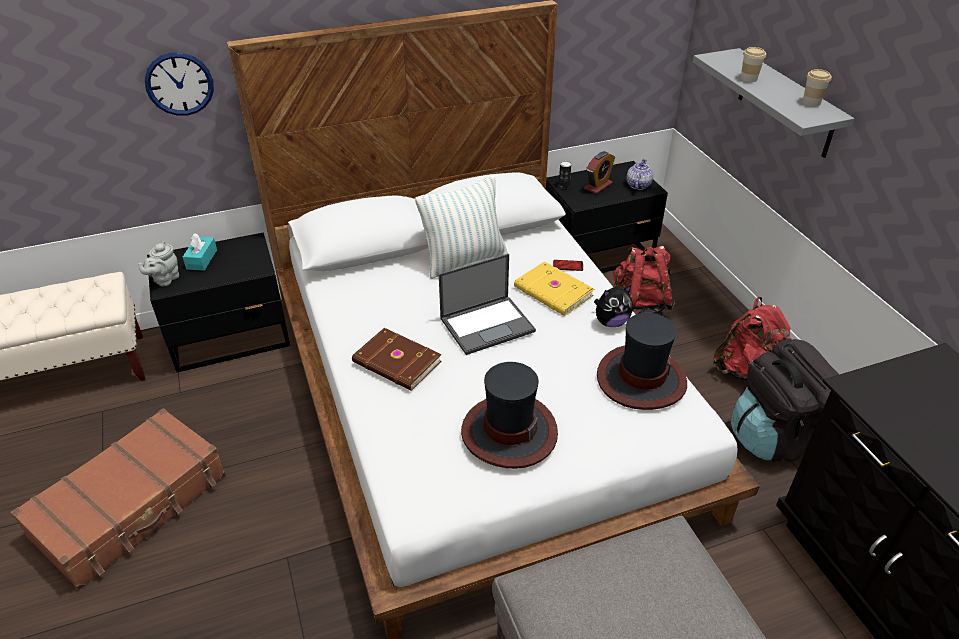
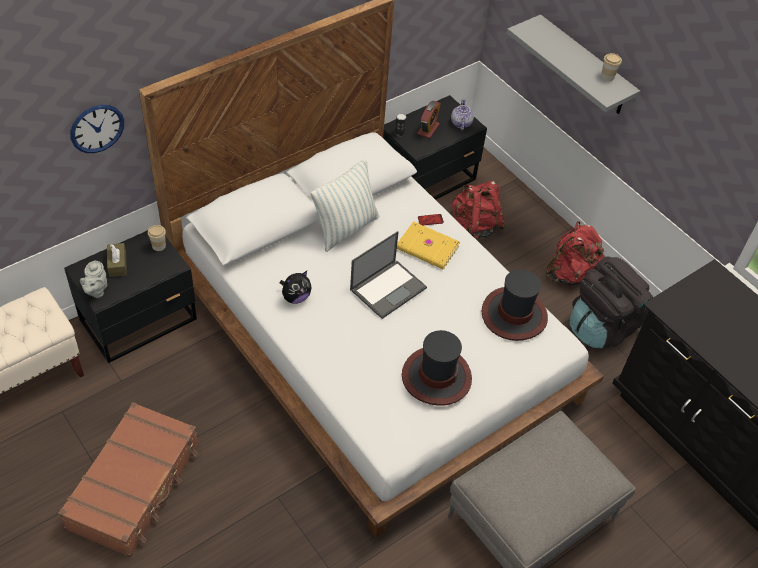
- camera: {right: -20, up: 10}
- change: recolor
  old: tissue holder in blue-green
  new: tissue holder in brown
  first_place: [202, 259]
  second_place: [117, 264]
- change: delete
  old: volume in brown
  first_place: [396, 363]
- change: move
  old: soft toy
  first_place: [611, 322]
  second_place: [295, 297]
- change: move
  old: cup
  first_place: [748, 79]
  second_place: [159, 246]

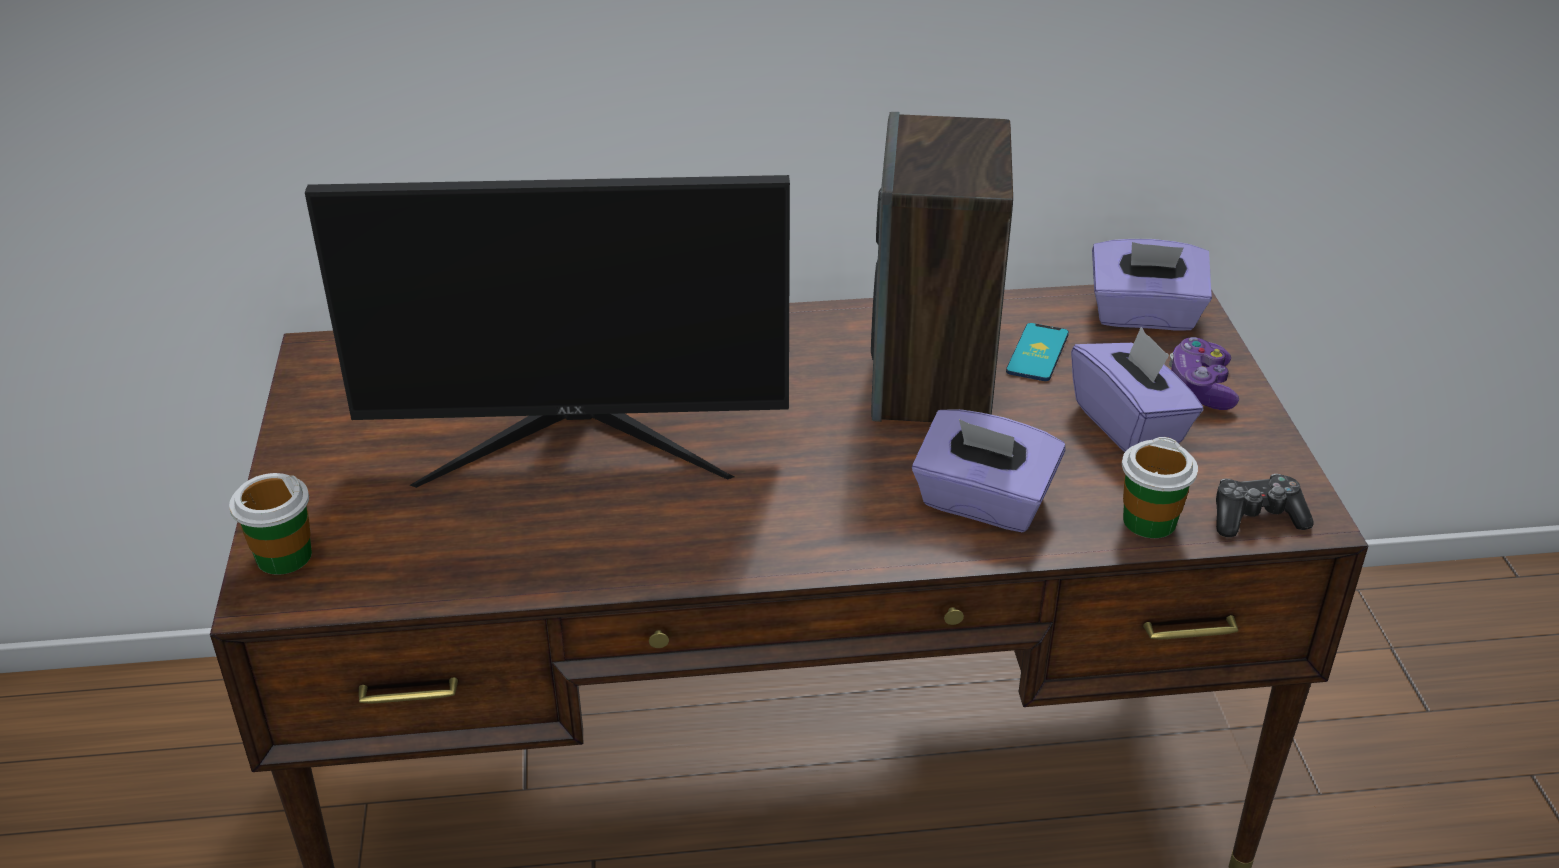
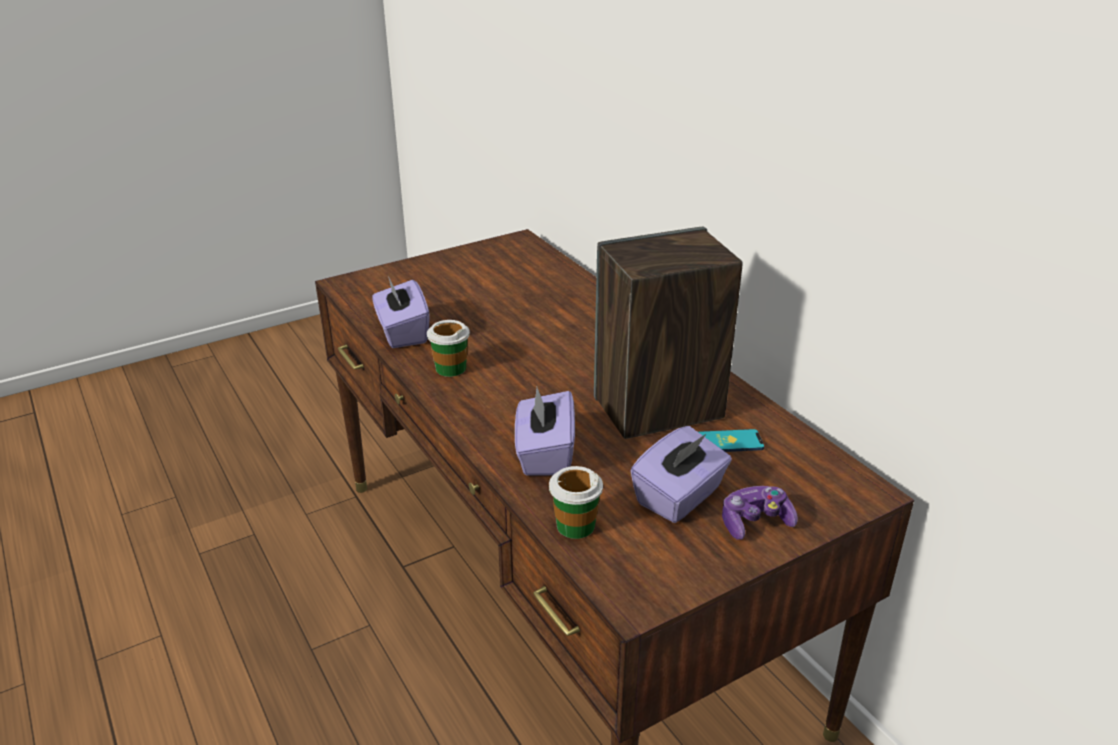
- camera: {right: 65, up: -5}
- change: move
  old: cup
  first_place: [283, 556]
  second_place: [450, 368]
- change: delete
  old: computer display
  first_place: [577, 439]
- change: move
  old: tissue holder in purple-coloured
  first_place: [1144, 315]
  second_place: [402, 333]
- change: delete
  old: game controller
  first_place: [1256, 517]

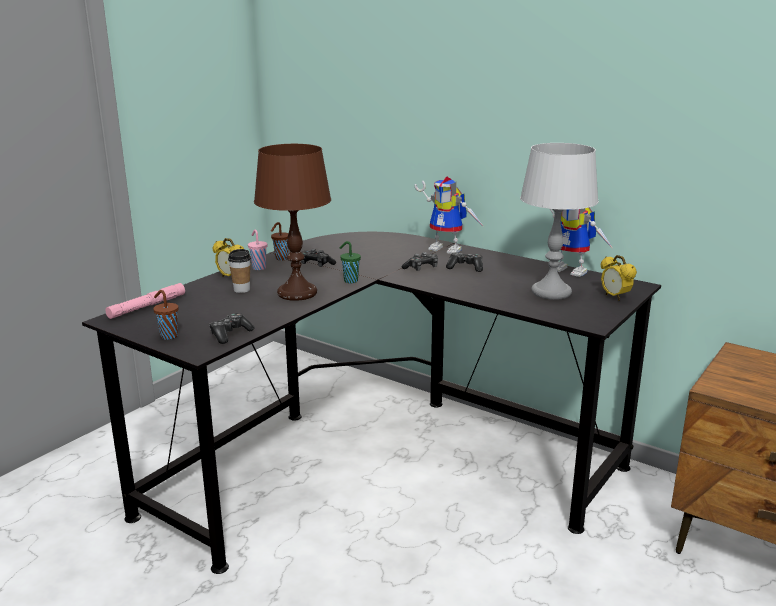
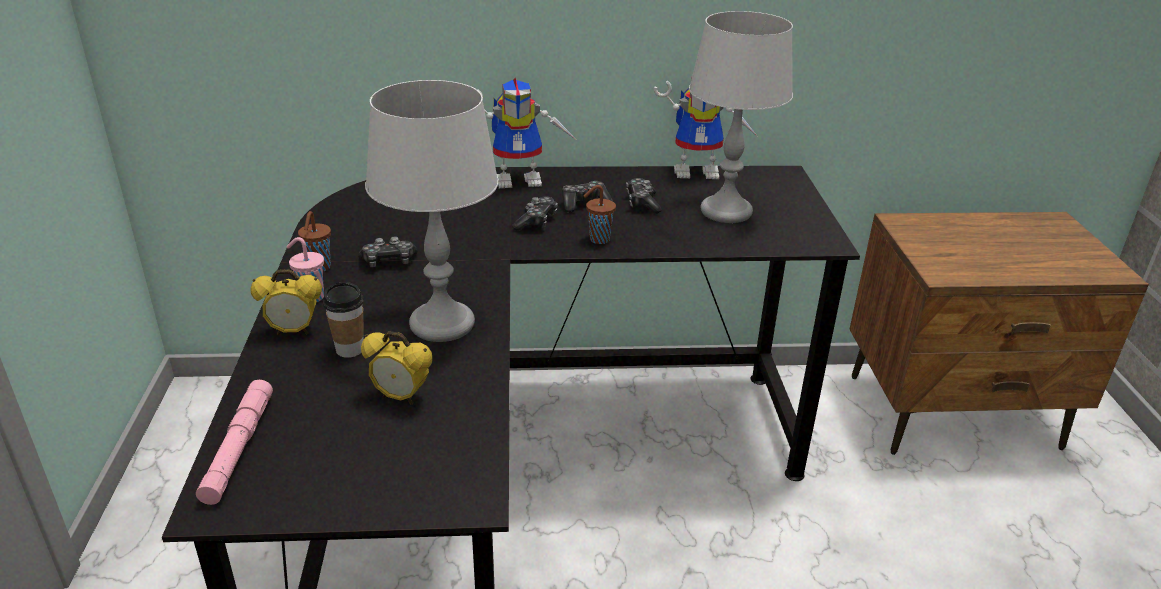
- camera: {right: -40, up: 10}
- change: move
  old: cup in brown
  first_place: [168, 336]
  second_place: [598, 239]
- change: move
  old: game controller
  first_place: [230, 334]
  second_place: [642, 203]
- change: recolor
  old: tabletop lamp in brown
  new: tabletop lamp in grey
  first_place: [296, 293]
  second_place: [442, 324]
- change: delete
  old: cup in greenish
  first_place: [350, 281]
- change: move
  old: alarm clock
  first_place: [615, 297]
  second_place: [401, 397]

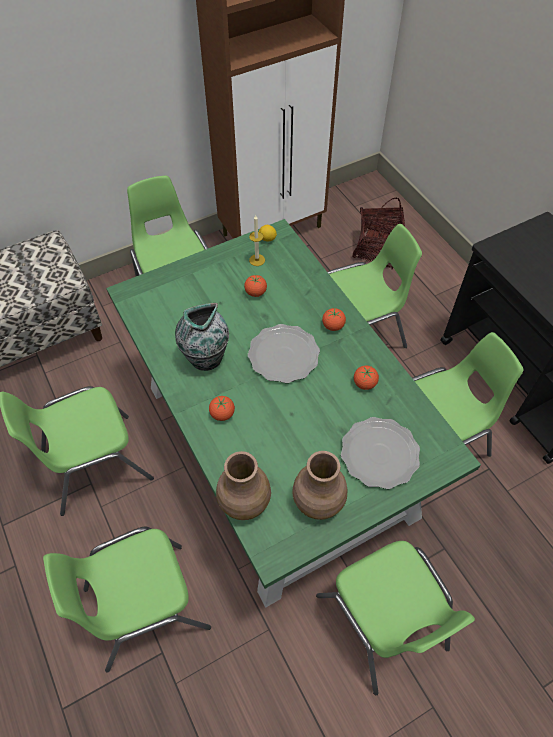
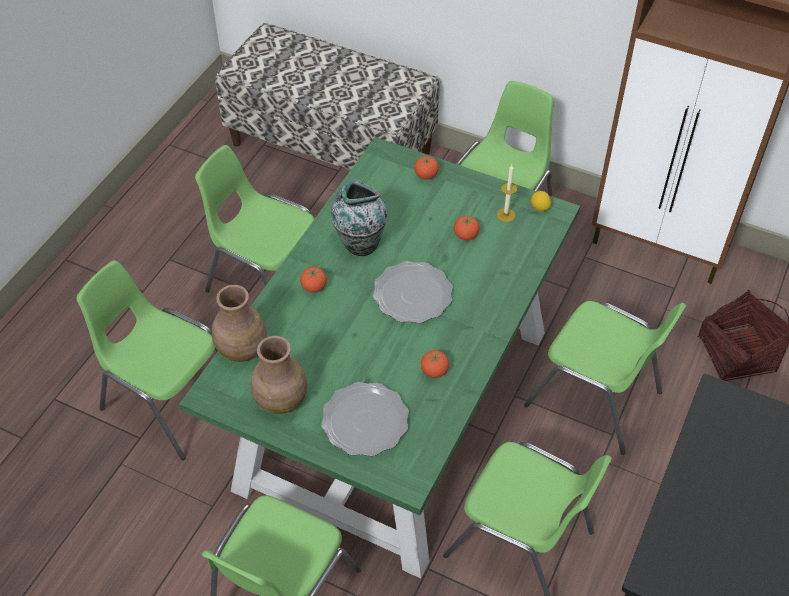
- camera: {right: 55, up: -5}
- change: move
  old: whole tomato
  first_place: [333, 326]
  second_place: [426, 175]

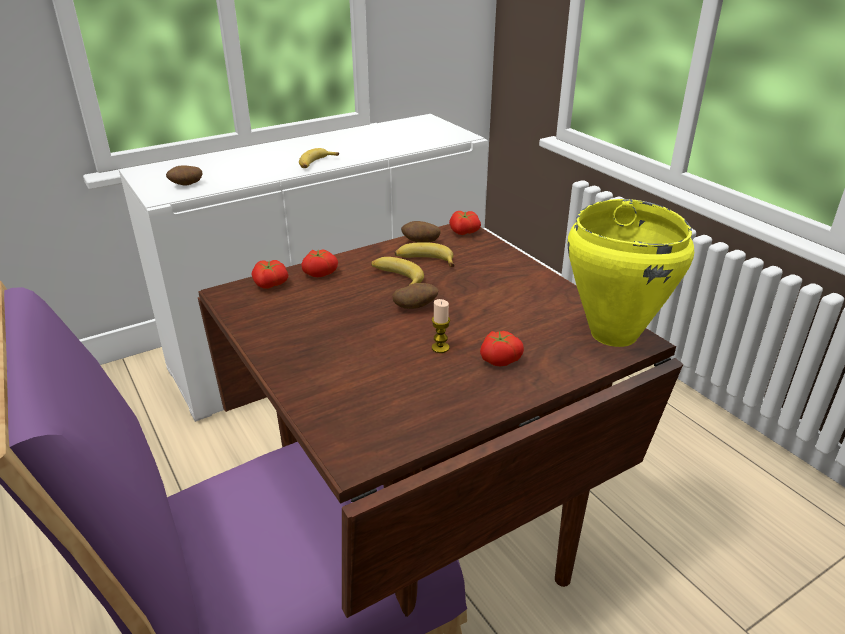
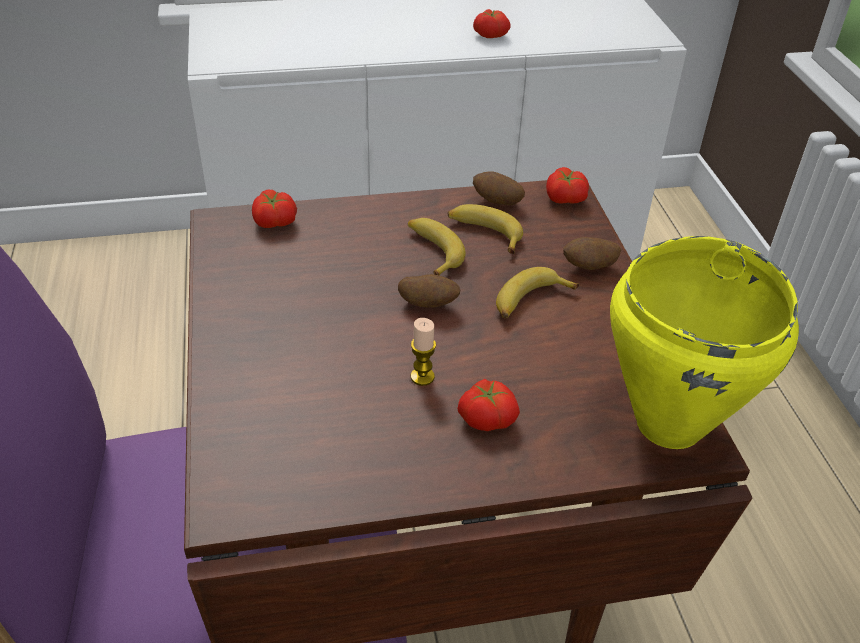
- camera: {right: 20, up: 10}
- change: move
  old: whole potato
  first_place: [186, 185]
  second_place: [589, 267]
- change: move
  old: banana fruit
  first_place: [316, 163]
  second_place: [530, 301]
- change: move
  old: whole tomato
  first_place: [319, 273]
  second_place: [490, 34]

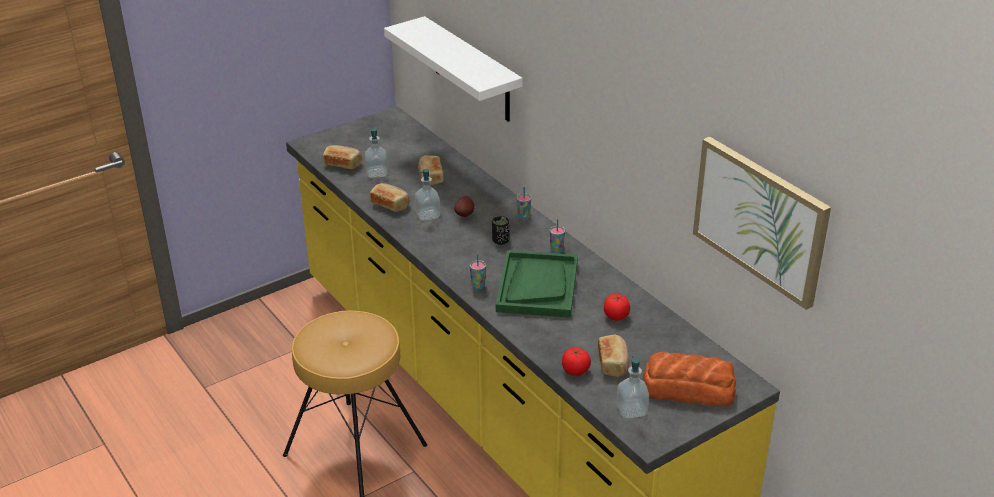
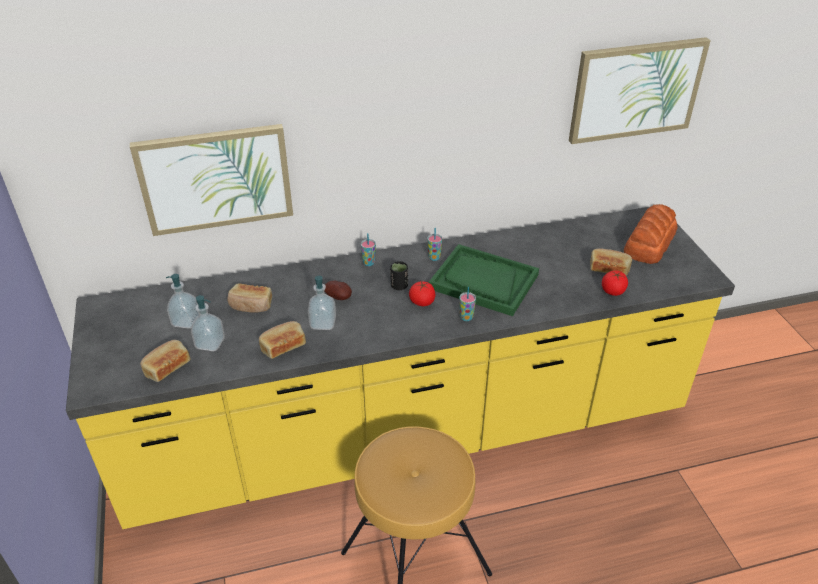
- camera: {right: -70, up: 5}
- change: replace
  old: wall shelf in whitish
  new: picture
  first_place: [471, 70]
  second_place: [215, 178]
- change: move
  old: whole tomato
  first_place: [616, 316]
  second_place: [422, 302]
- change: move
  old: liquid soap bottle
  first_place: [631, 410]
  second_place: [186, 321]

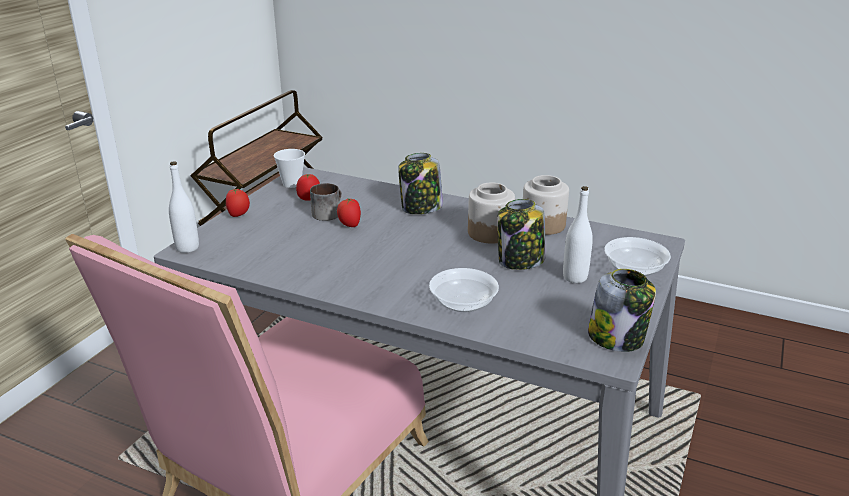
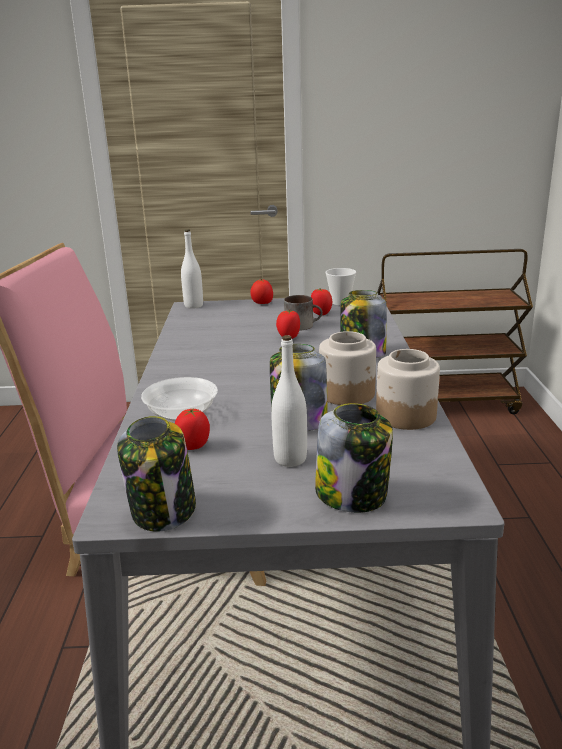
- camera: {right: 65, up: -5}
- change: replace
  old: bowl
  new: jar
  first_place: [634, 269]
  second_place: [353, 495]
- change: insert
  new: whole tomato
  second_place: [193, 446]

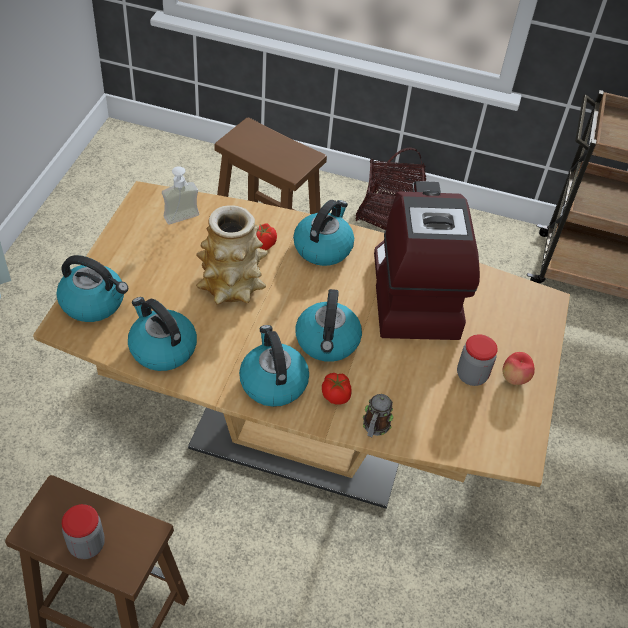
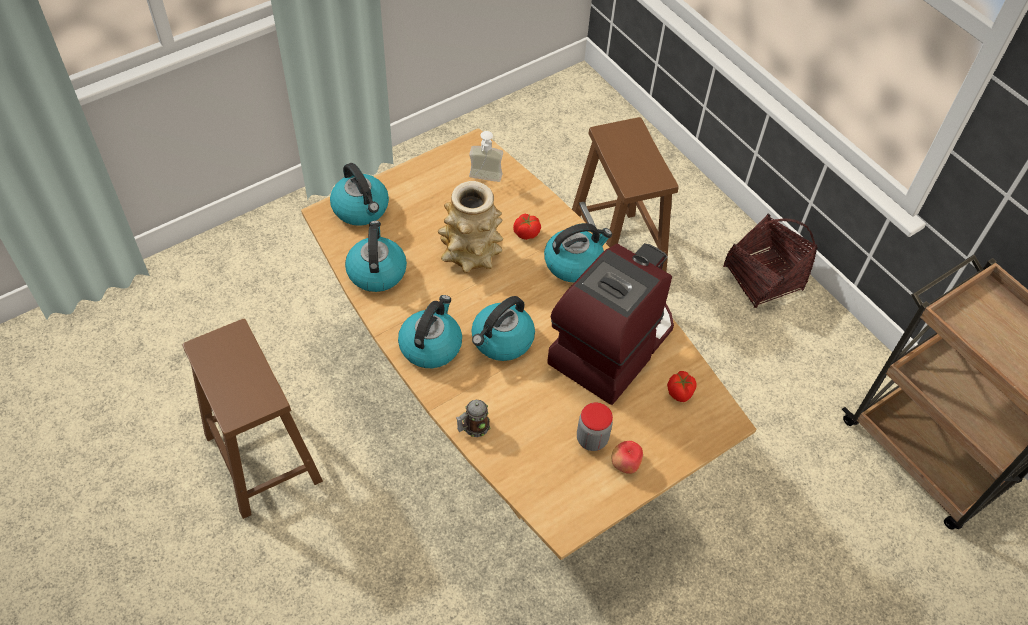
- camera: {right: 40, up: 5}
- change: delete
  old: jar
  first_place: [87, 545]
- change: move
  old: whole tomato
  first_place: [335, 396]
  second_place: [680, 392]

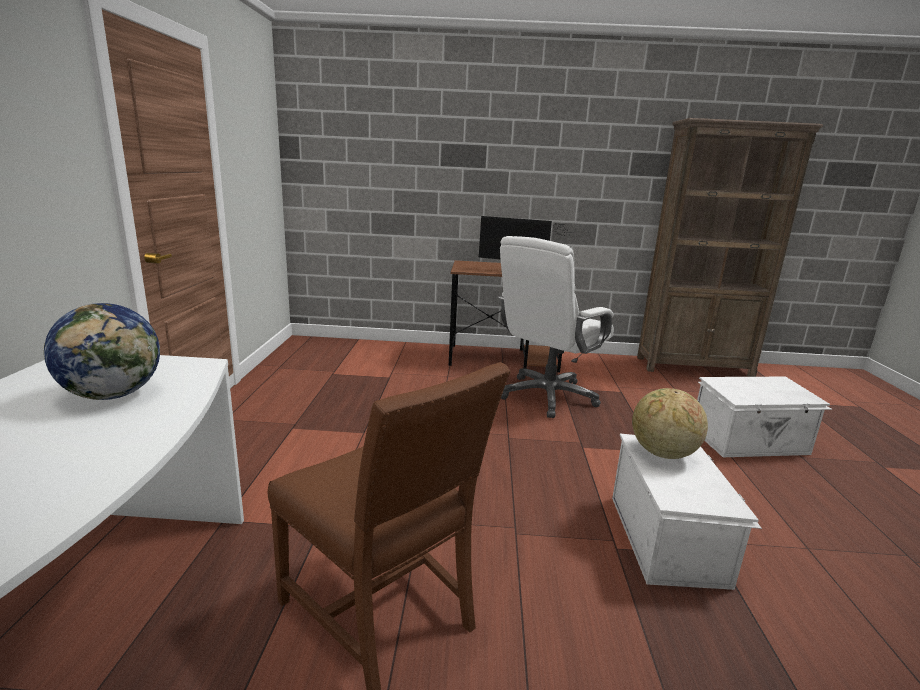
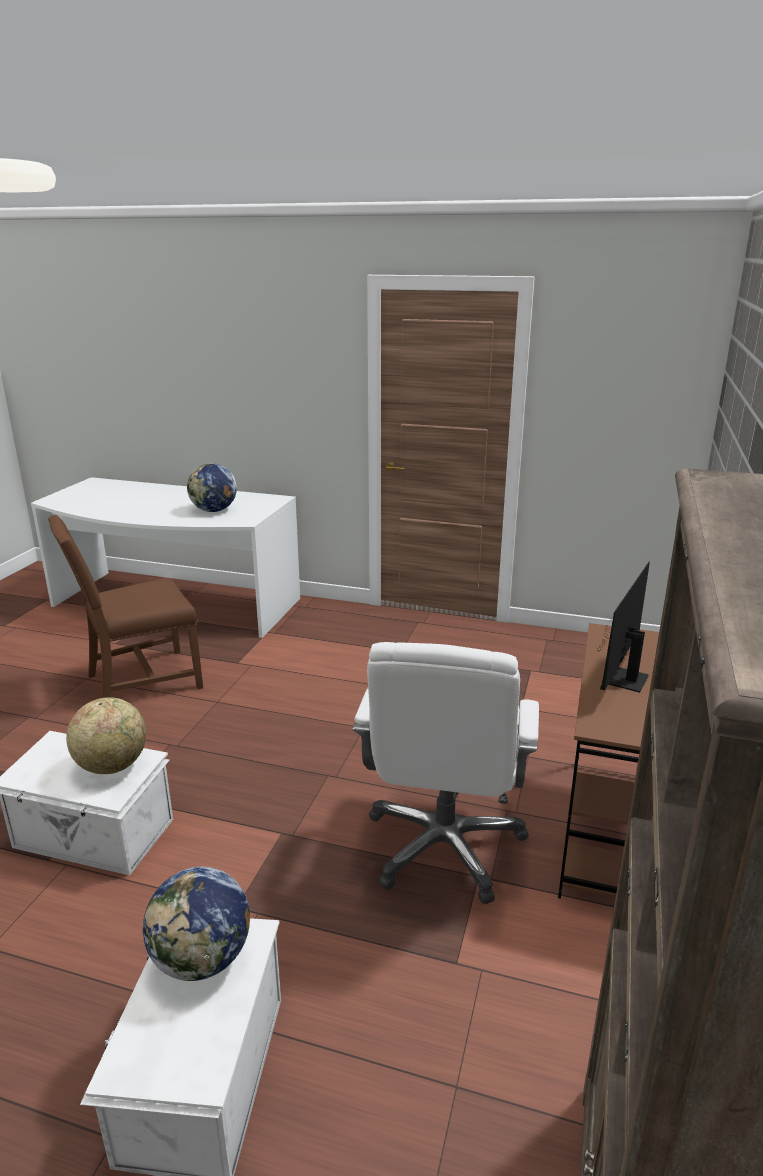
- camera: {right: 105, up: 5}
- change: rotate
  old: desk chair in whitish
  first_place: [547, 396]
  second_place: [444, 845]
  degrees: -135
- change: insert
  new: desk globe
  second_place: [202, 959]

